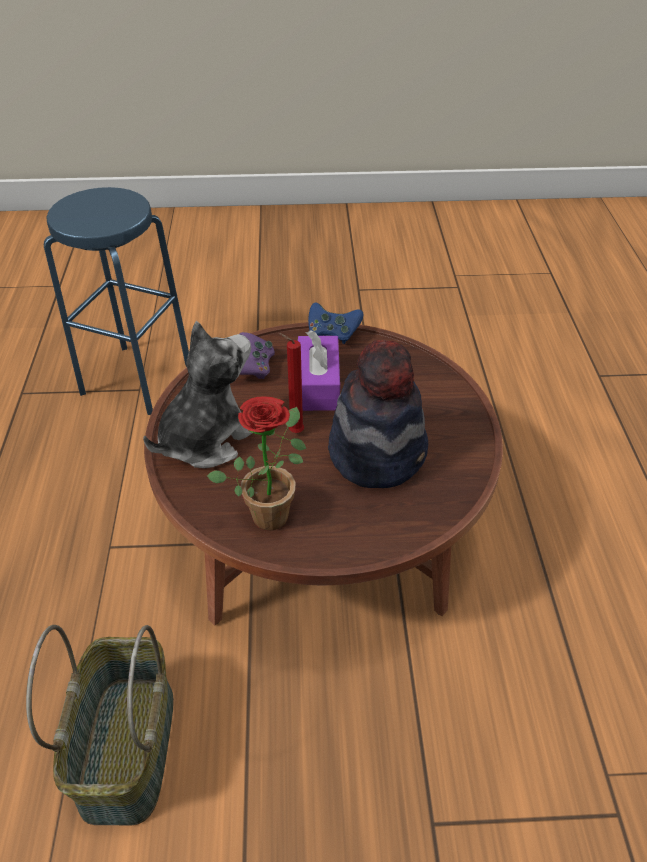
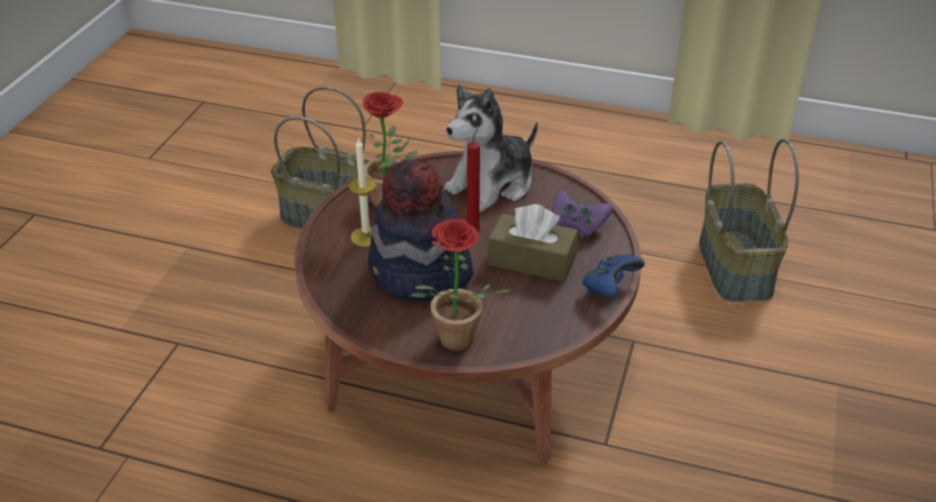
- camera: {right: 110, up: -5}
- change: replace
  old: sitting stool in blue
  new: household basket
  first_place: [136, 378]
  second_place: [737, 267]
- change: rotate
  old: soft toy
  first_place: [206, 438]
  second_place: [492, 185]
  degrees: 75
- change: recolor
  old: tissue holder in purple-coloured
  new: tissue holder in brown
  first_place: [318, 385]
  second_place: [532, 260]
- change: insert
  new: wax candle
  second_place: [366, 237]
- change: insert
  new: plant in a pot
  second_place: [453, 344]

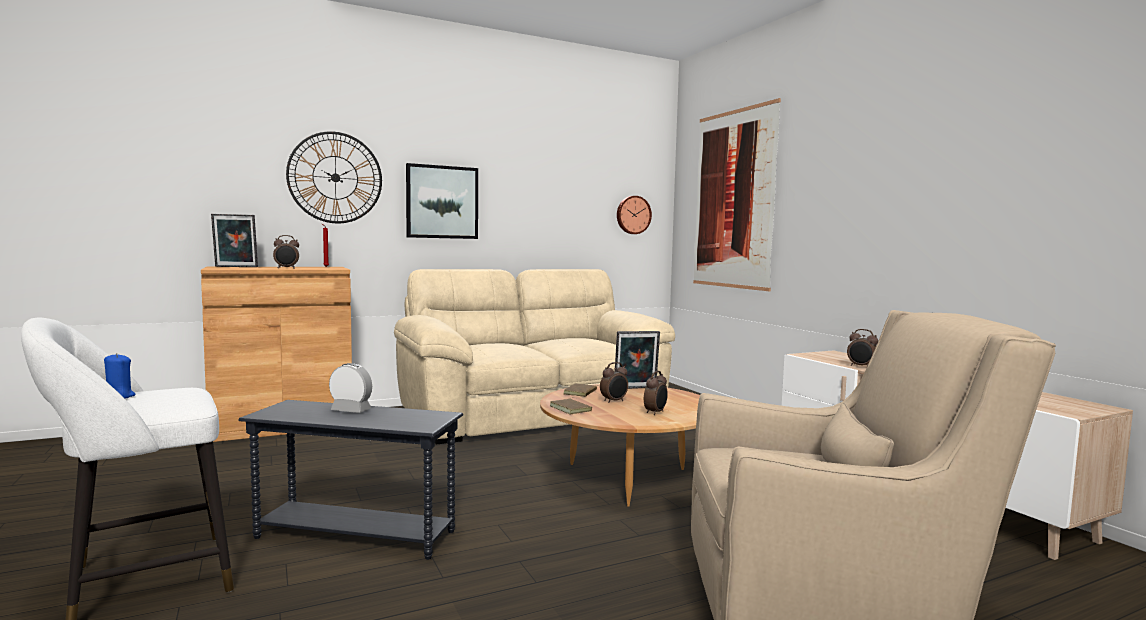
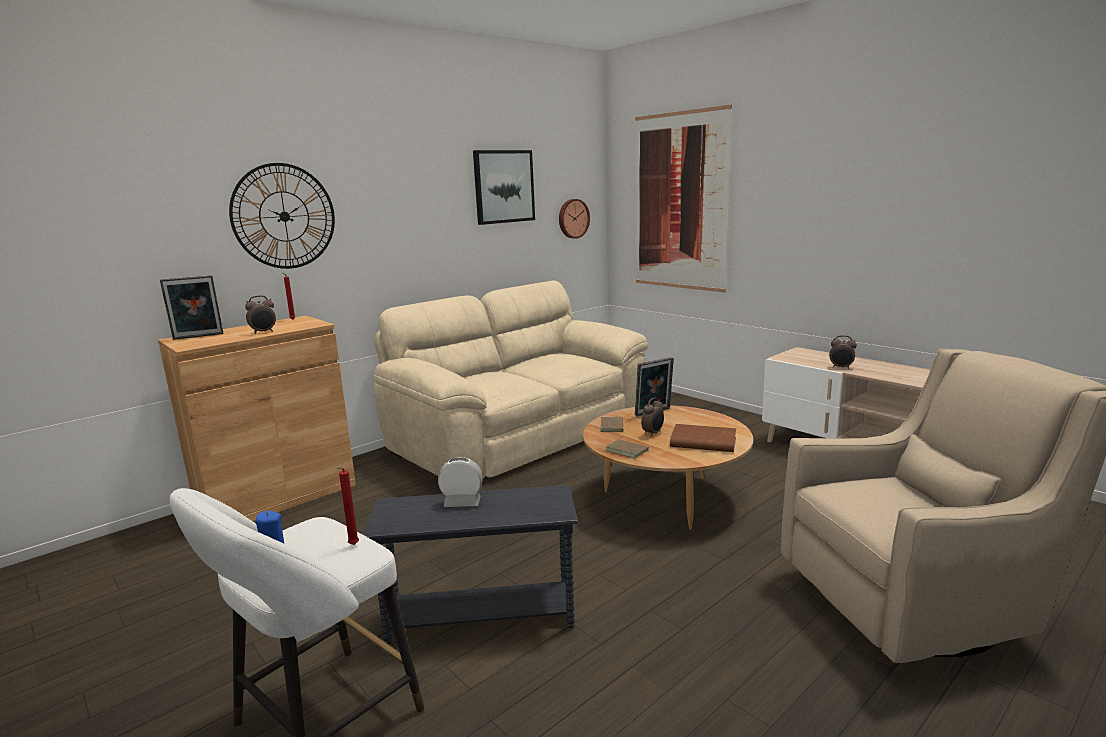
- camera: {right: -15, up: 10}
- change: move
  old: picture
  first_place: [442, 202]
  second_place: [503, 186]
- change: replace
  old: alarm clock
  new: volume in brown
  first_place: [655, 413]
  second_place: [702, 442]
- change: insert
  new: wax candle in red-coloured
  second_place: [352, 546]

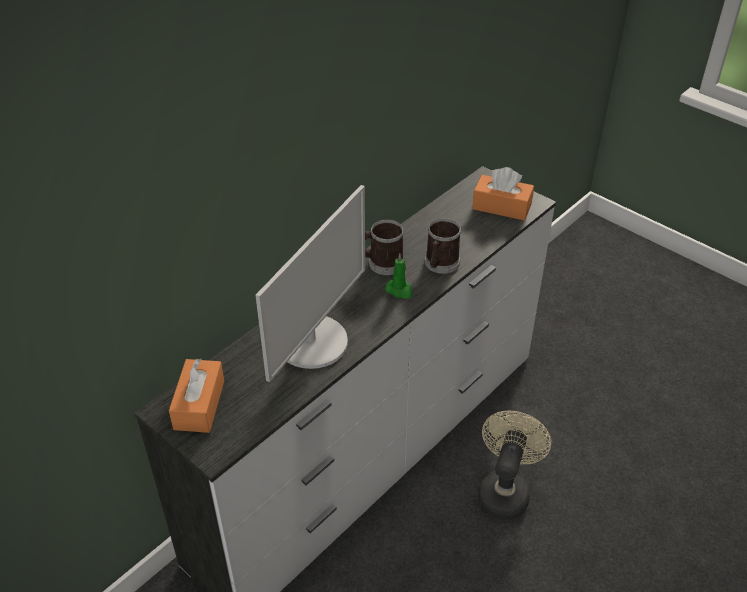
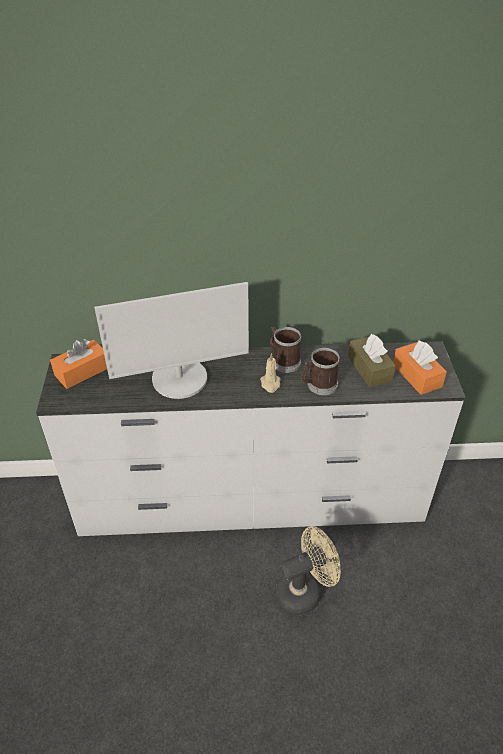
- camera: {right: 45, up: 0}
- change: recolor
  old: wax candle in greenish
  new: wax candle in beige-coloured
  first_place: [400, 290]
  second_place: [270, 384]
- change: insert
  new: tissue holder in brown
  second_place: [369, 369]

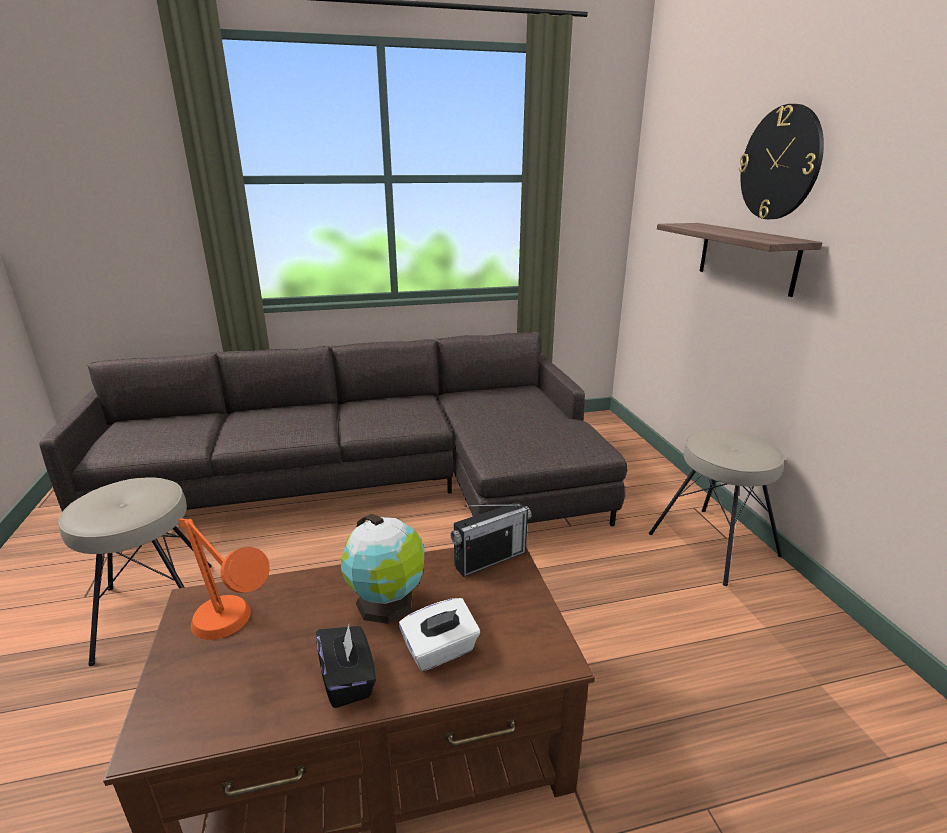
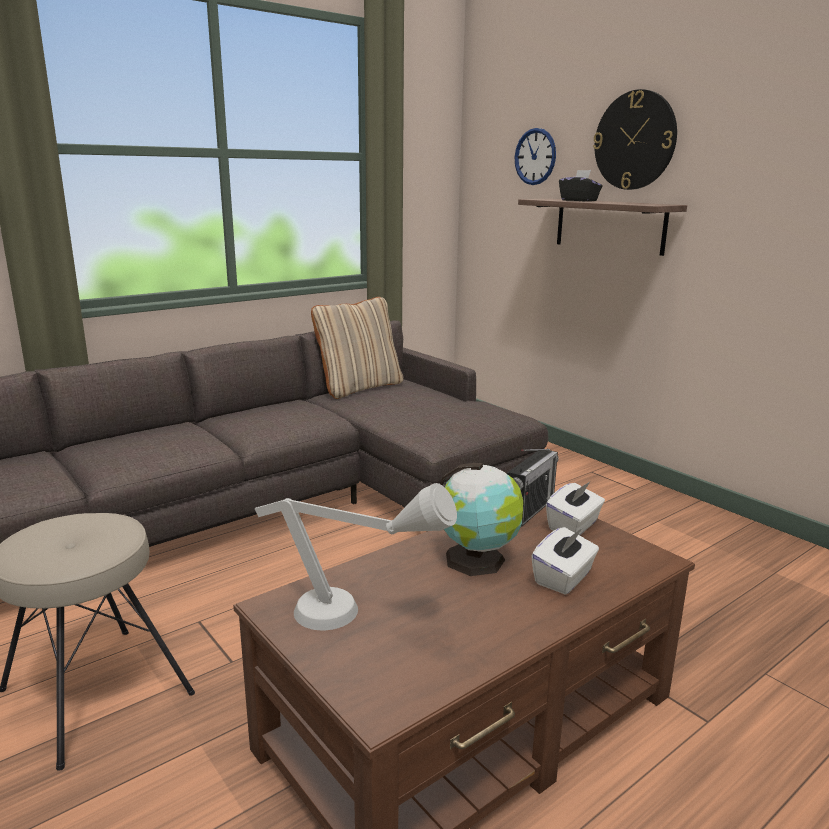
- camera: {right: -25, up: -5}
- change: recolor
  old: tabletop lamp in orange
  new: tabletop lamp in grey
  first_place: [233, 634]
  second_place: [356, 618]
- change: move
  old: tissue holder in blackish
  first_place: [348, 679]
  second_place: [579, 200]
- change: delete
  old: sitting stool in beige-coloured
  first_place: [714, 544]
- change: insert
  new: throw pillow in beige-coloured
  second_place: [359, 387]
- change: insert
  new: wall clock
  second_place: [535, 156]
- change: insert
  new: tissue holder in whitish
  second_place: [574, 526]

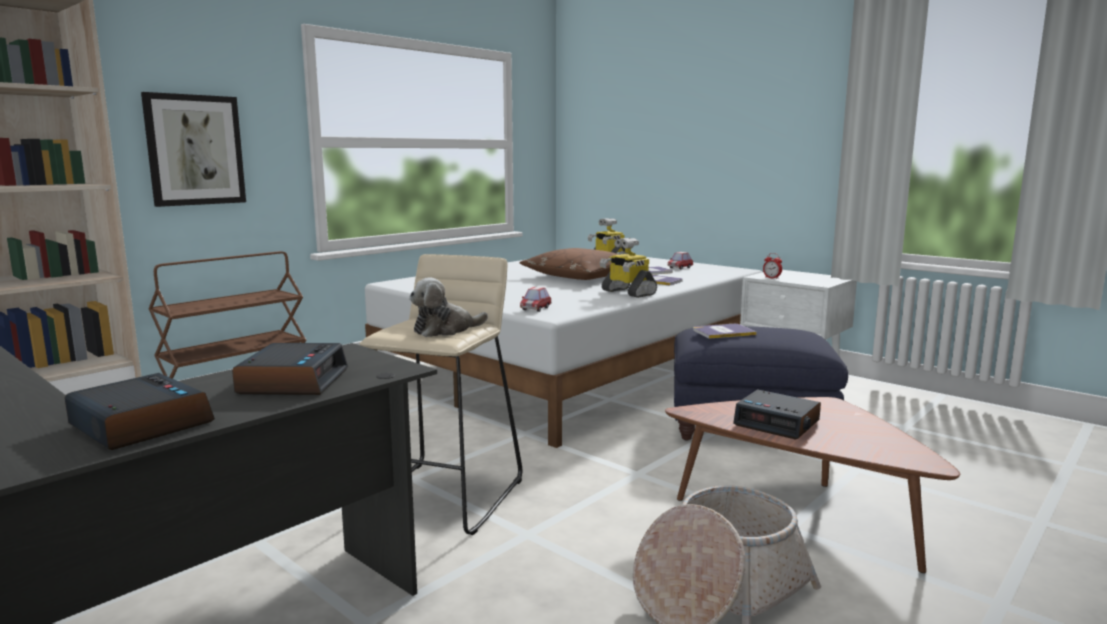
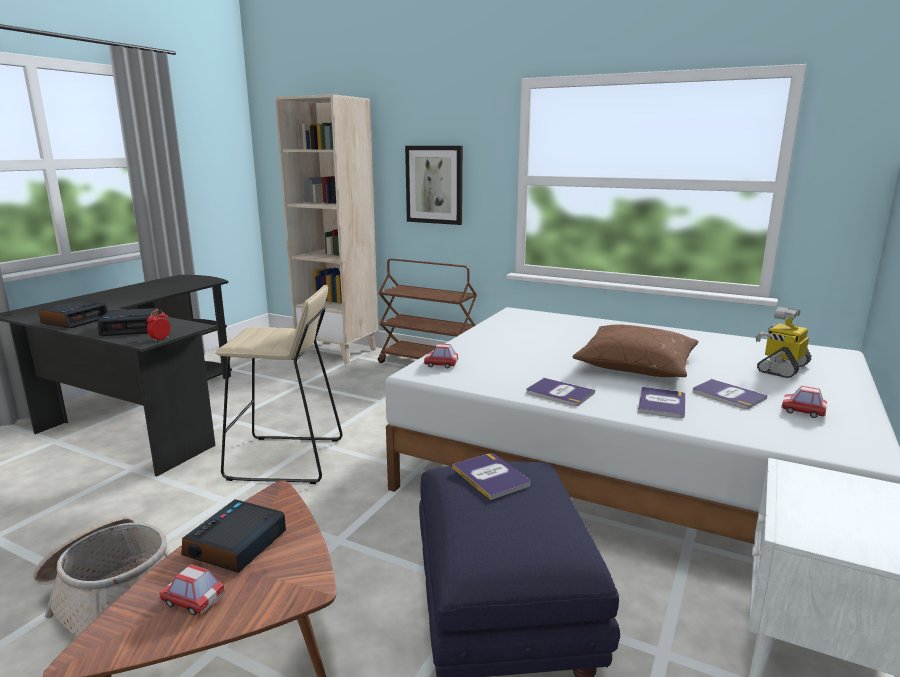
- camera: {right: 75, up: 5}
- change: delete
  old: soft toy
  first_place: [445, 330]
- change: replace
  old: robot figure
  new: volume
  first_place: [627, 292]
  second_place: [559, 393]
- change: move
  old: alarm clock
  first_place: [772, 278]
  second_place: [160, 339]
- change: insert
  new: toy car
  second_place: [193, 601]

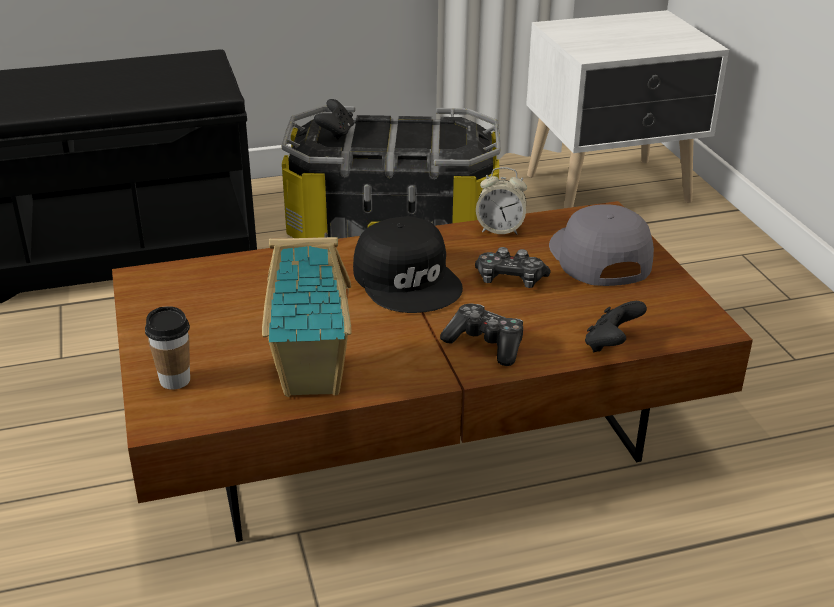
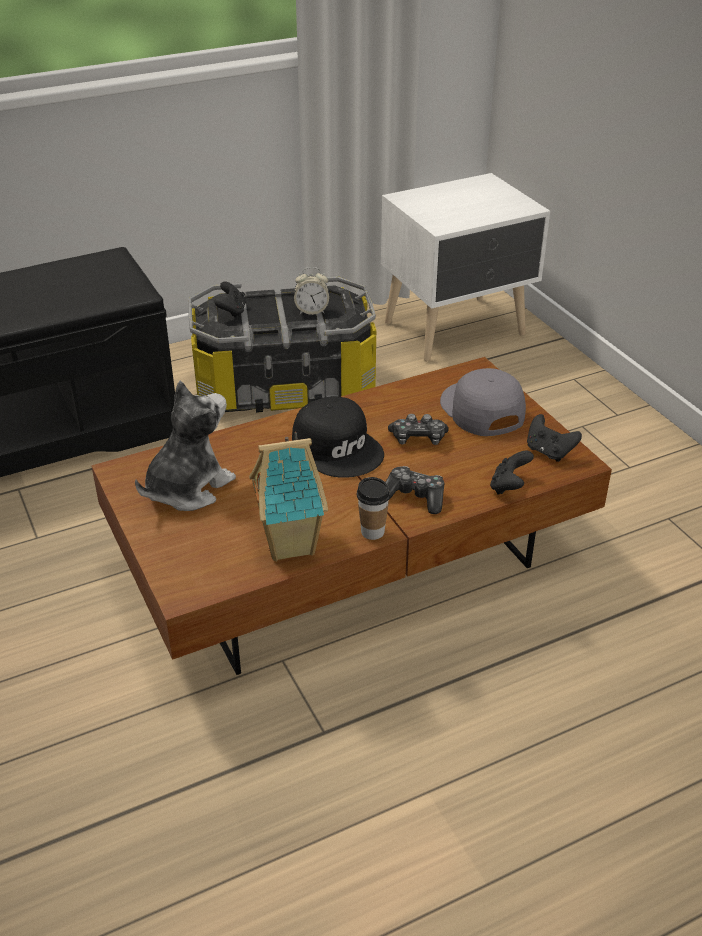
- camera: {right: -10, up: 5}
- change: move
  old: cup
  first_place: [175, 380]
  second_place: [372, 532]
- change: move
  old: alarm clock
  first_place: [500, 229]
  second_place: [312, 311]
- change: insert
  new: soft toy
  second_place: [187, 488]
- change: insert
  new: game controller in blackish
  second_place: [549, 452]

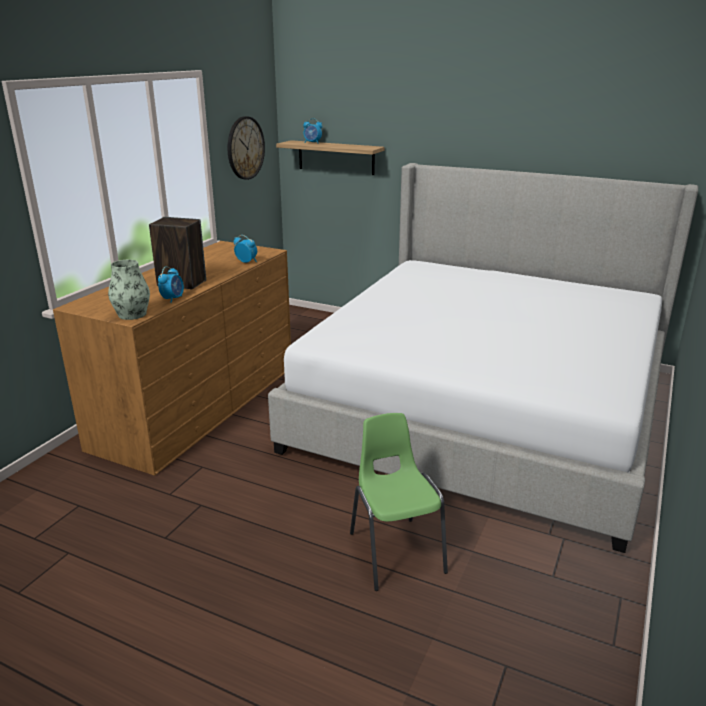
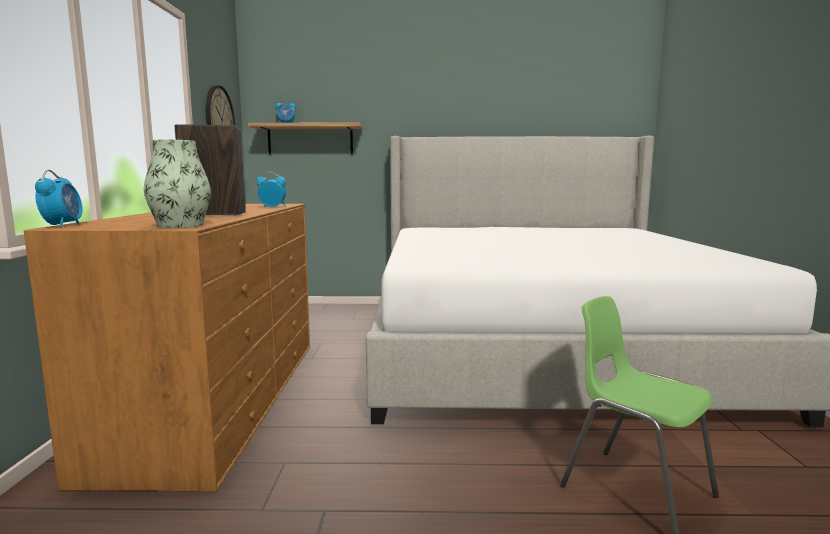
- camera: {right: -25, up: -15}
- change: move
  old: alarm clock
  first_place: [173, 299]
  second_place: [63, 225]

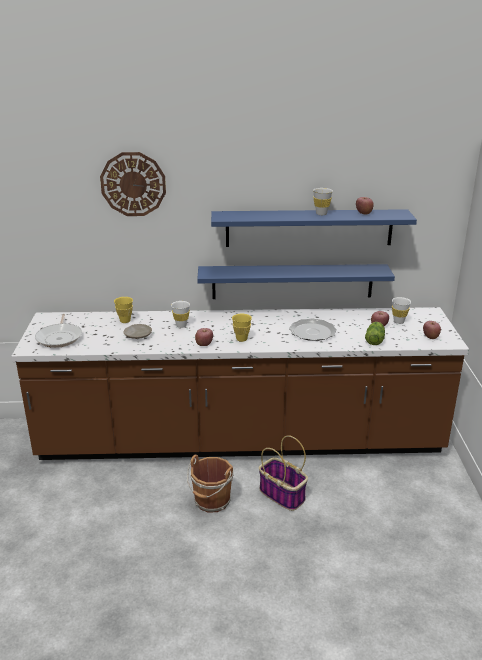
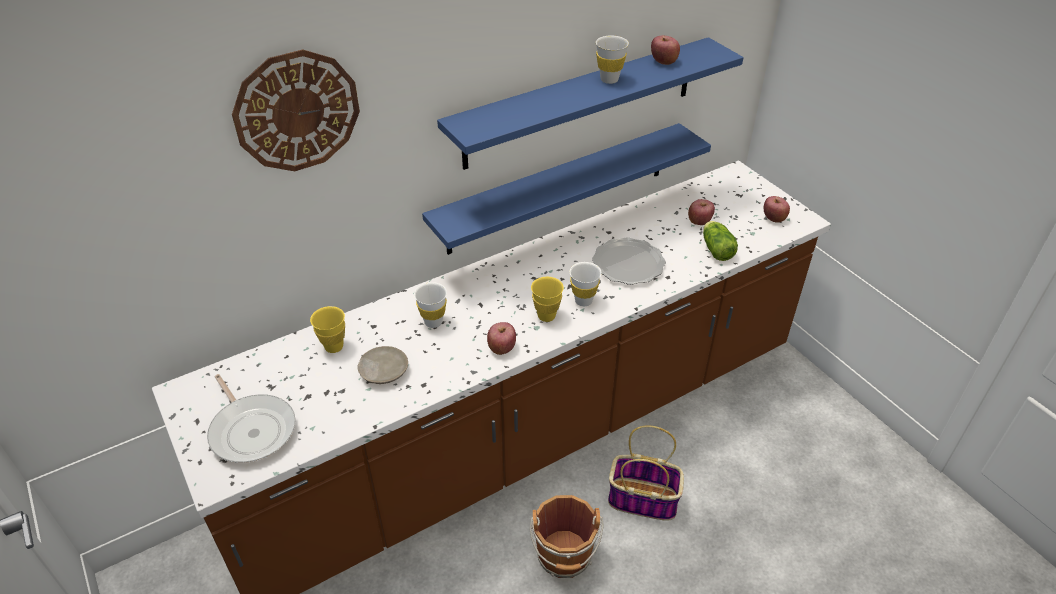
- camera: {right: -30, up: 15}
- change: move
  old: cup in whitish
  first_place: [398, 321]
  second_place: [583, 301]

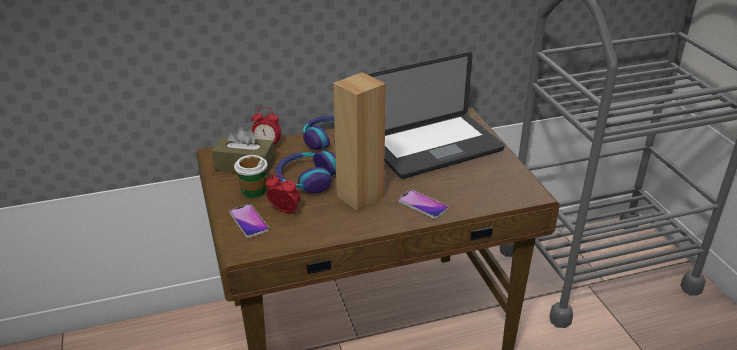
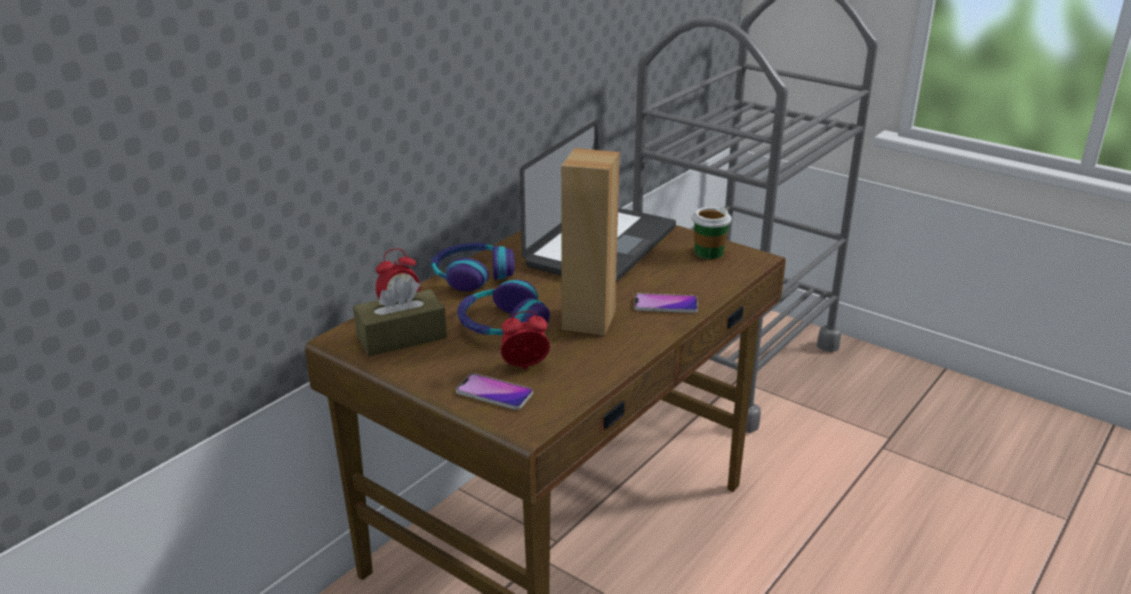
- camera: {right: -35, up: -5}
- change: move
  old: cup
  first_place: [253, 191]
  second_place: [708, 252]

